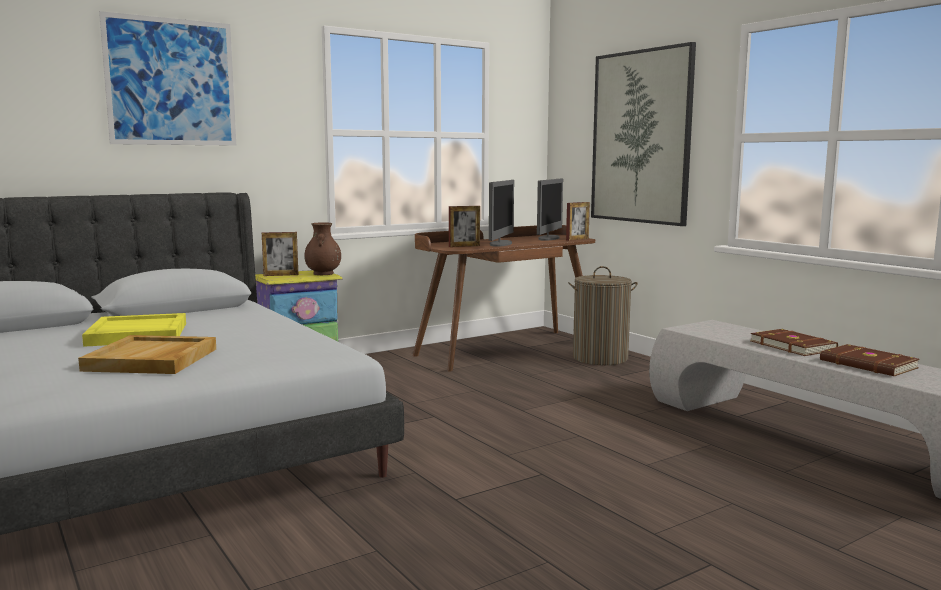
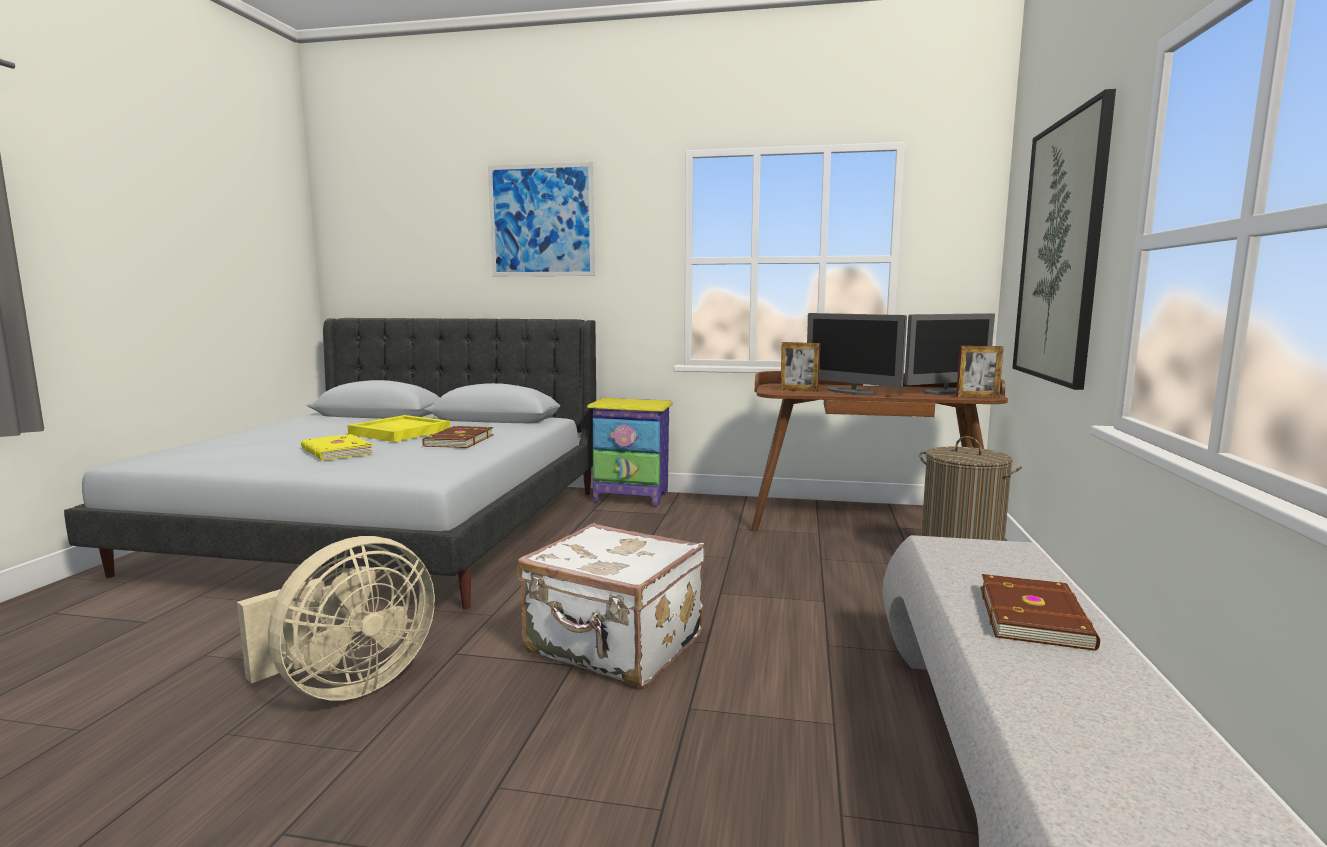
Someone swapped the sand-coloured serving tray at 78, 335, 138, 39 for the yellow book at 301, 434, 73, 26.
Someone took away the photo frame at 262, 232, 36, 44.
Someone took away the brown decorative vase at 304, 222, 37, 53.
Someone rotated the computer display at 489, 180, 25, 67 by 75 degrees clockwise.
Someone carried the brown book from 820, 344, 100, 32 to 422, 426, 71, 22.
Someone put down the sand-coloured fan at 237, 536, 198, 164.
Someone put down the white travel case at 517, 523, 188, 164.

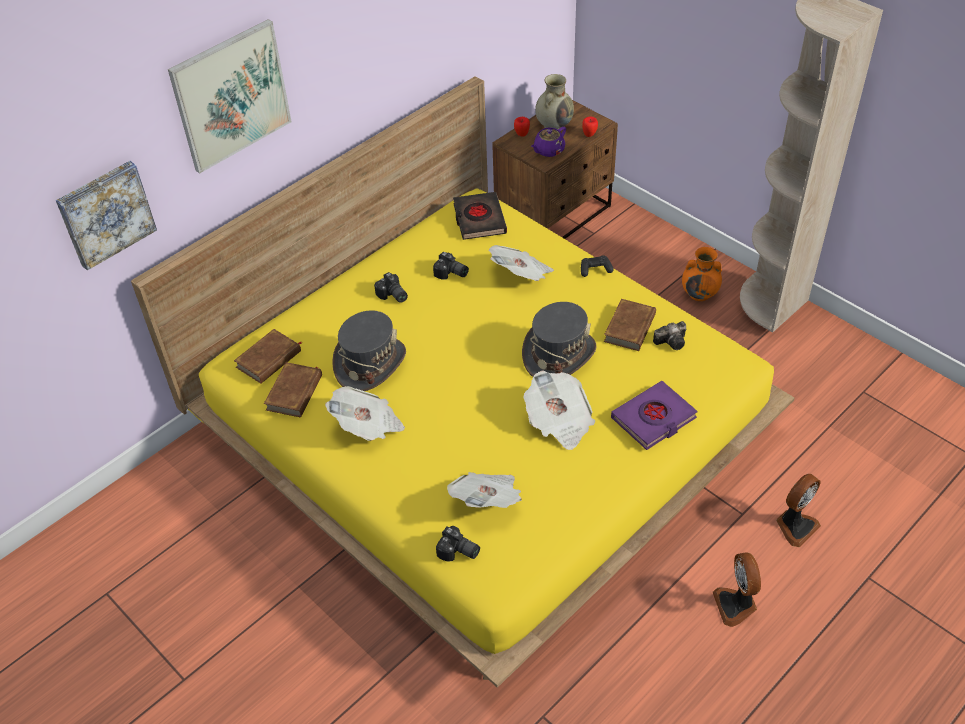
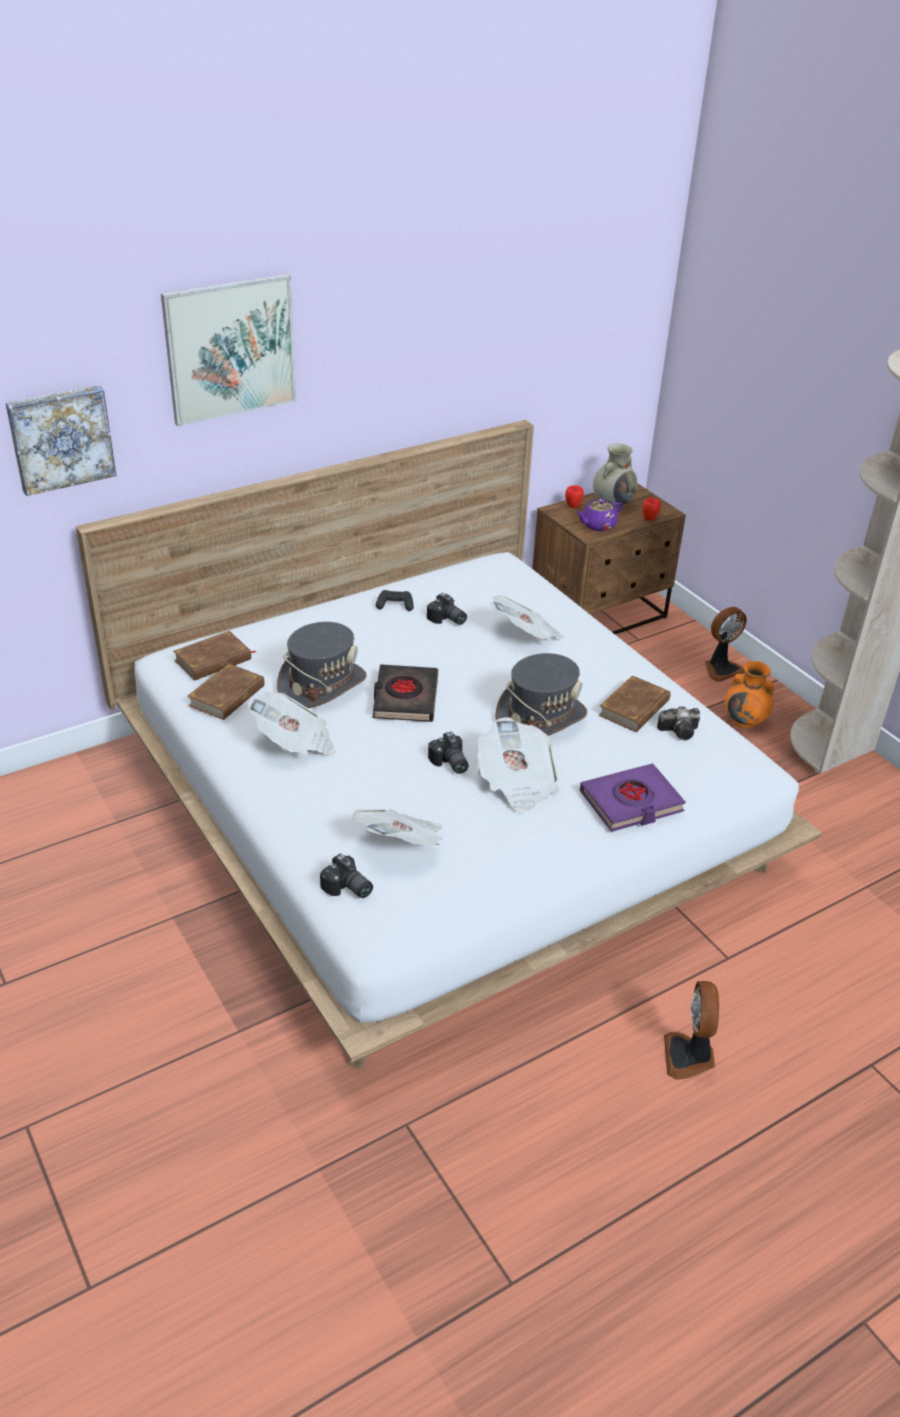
Someone repainted the yellow bed at 131, 76, 663, 612, which became the white bed at 76, 420, 746, 649.
Someone carried the still camera from 374, 272, 34, 31 to 428, 732, 40, 42.
Someone carried the black book from 453, 192, 54, 48 to 373, 664, 65, 58.
Someone carried the black game controller from 581, 255, 33, 22 to 376, 590, 38, 21.
Someone carried the fan from 776, 474, 45, 73 to 705, 607, 42, 75.

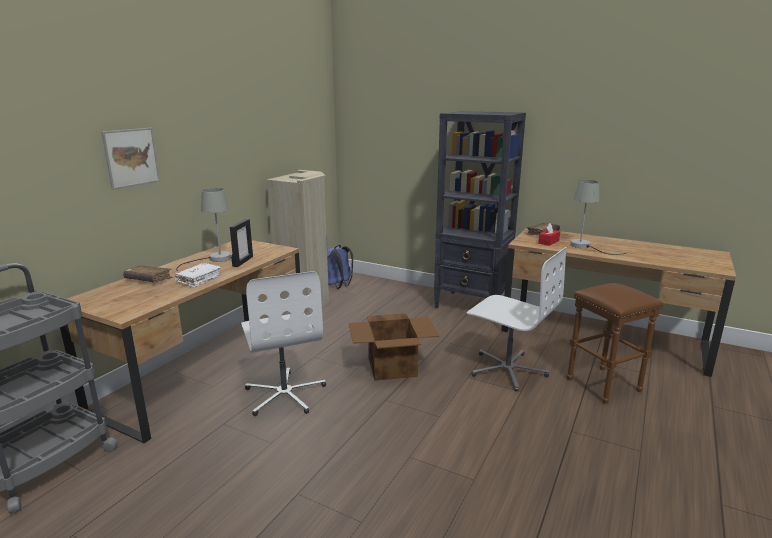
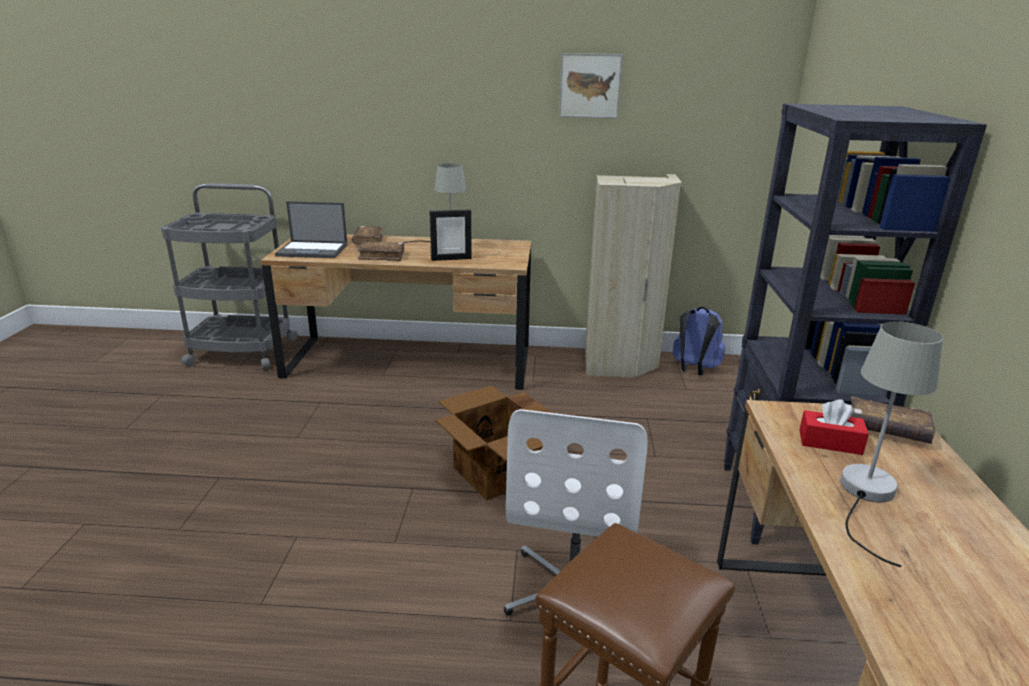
Someone carried the picture from 101, 128, 59, 61 to 559, 53, 64, 66.
Someone repainted the white book at 175, 263, 47, 24, which became the brown book at 357, 241, 47, 20.
Someone took away the white computer chair at 241, 271, 85, 145.
Someone put down the notebook computer at 275, 201, 73, 57.

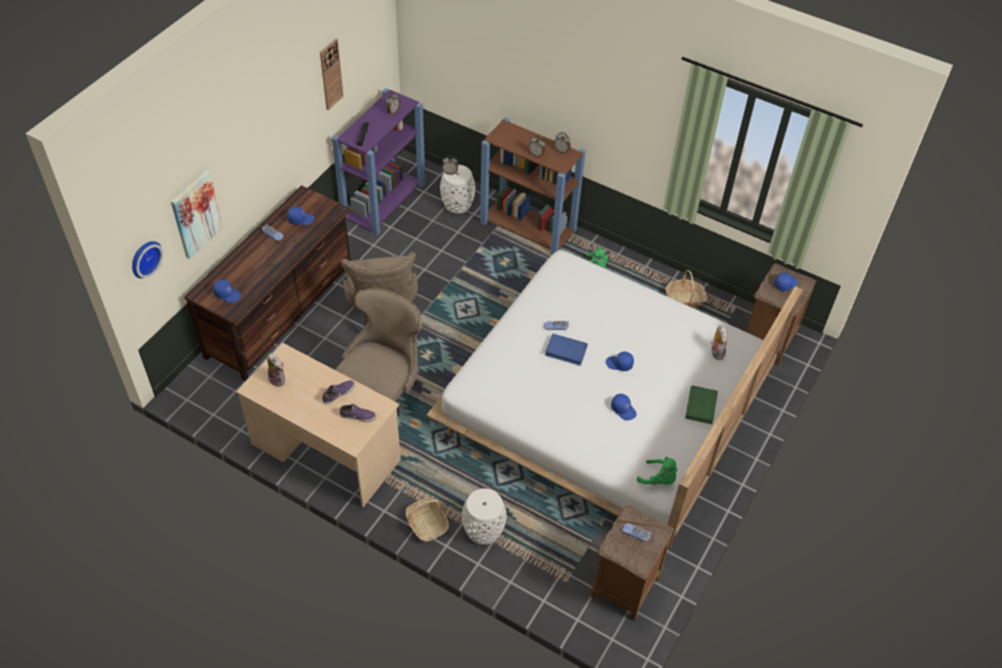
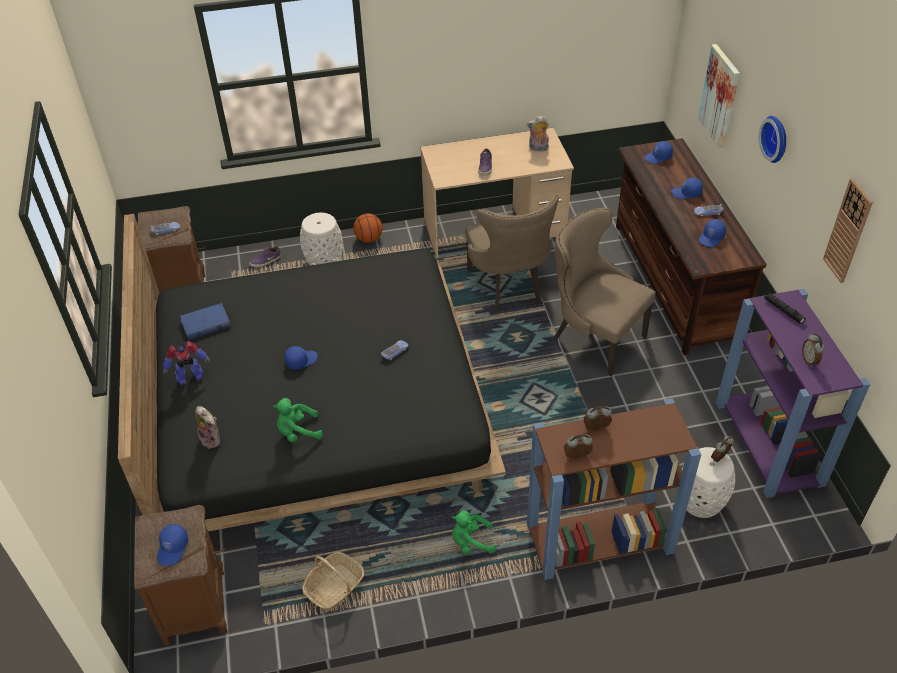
Someone carried the wall clock from 132, 241, 31, 37 to 759, 116, 27, 47.
Someone carried the purple shoe from 340, 404, 37, 18 to 249, 246, 32, 21.
Someone swapped the basket at 405, 497, 44, 46 for the ball for basketball at 353, 213, 30, 30.
Someone repainted the white bed at 426, 250, 377, 299, which became the black bed at 118, 214, 388, 317.
Someone carried the bluish book from 545, 334, 43, 32 to 180, 303, 51, 37.
Someone carried the bluish baseball cap from 611, 394, 26, 27 to 671, 178, 32, 21.
Someone carried the green-coloured cuddly toy from 637, 457, 40, 28 to 273, 398, 50, 45.
Someone swapped the green-coloured book at 685, 385, 33, 39 for the model robot at 163, 341, 47, 44.

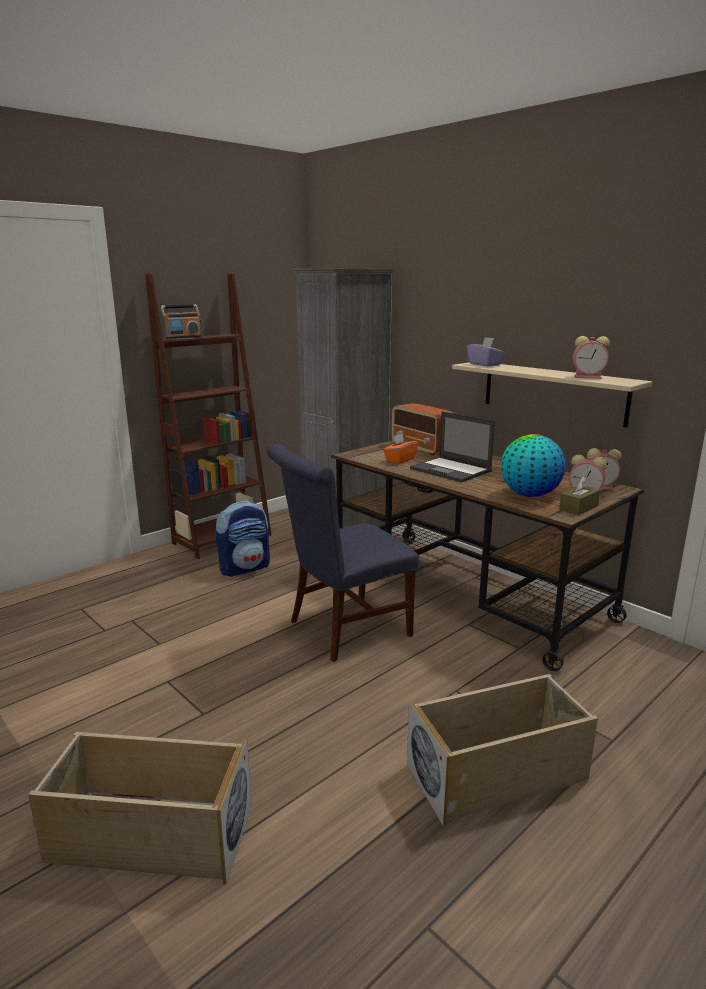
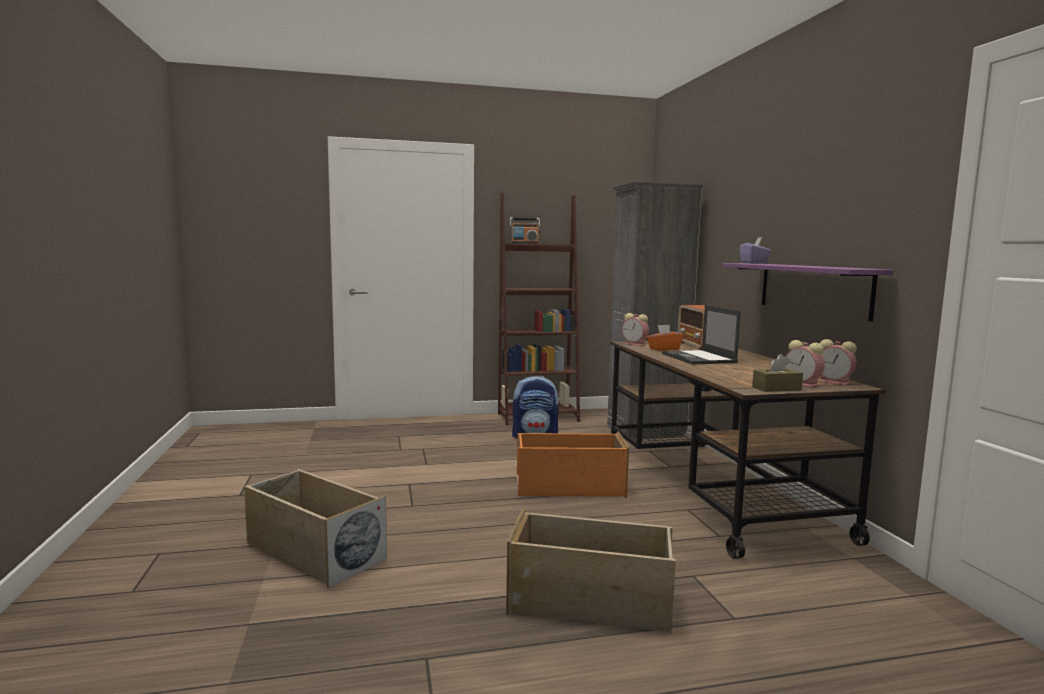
Someone swapped the bluish chair at 267, 444, 152, 218 for the orangey storage box at 517, 431, 112, 67.
Someone repainted the sand-coloured bracket shelf at 452, 362, 201, 65, which became the purple bracket shelf at 723, 263, 171, 58.
Someone took away the desk globe at 501, 434, 65, 63.
Someone carried the table clock from 573, 336, 37, 43 to 622, 313, 27, 33.

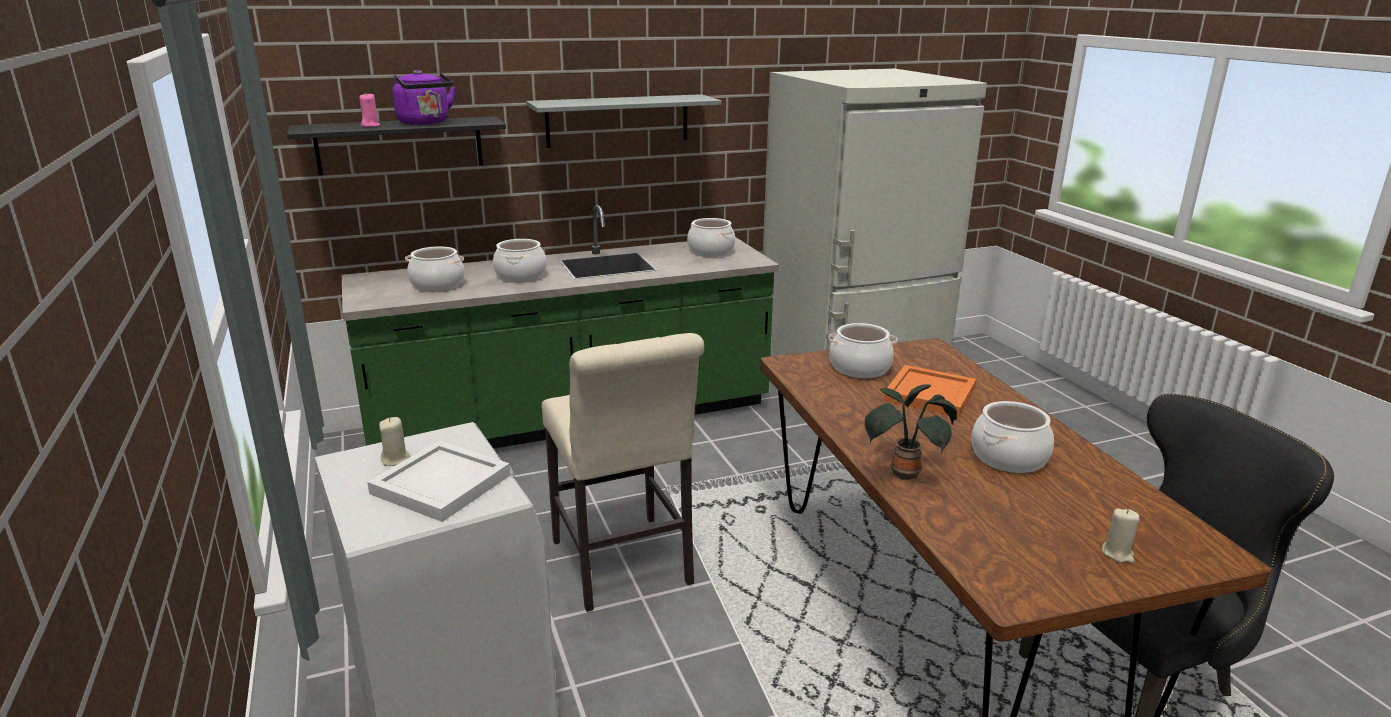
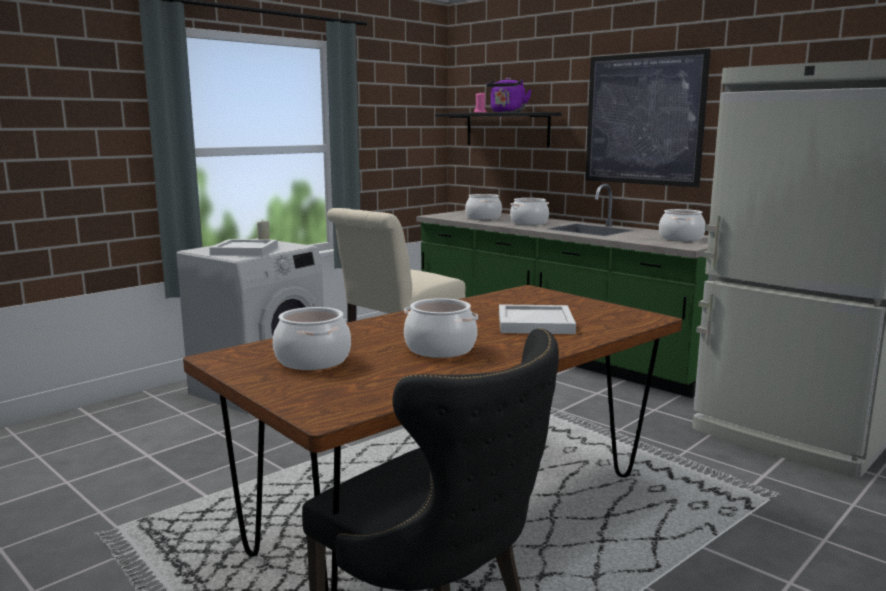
Someone swapped the gray bracket shelf at 526, 94, 196, 54 for the picture at 585, 49, 126, 138.
Someone carried the stockpot from 828, 323, 69, 55 to 273, 307, 78, 63.
Someone took away the houseplant at 865, 384, 92, 96.
Someone repainted the orangey serving tray at 883, 365, 93, 52, which became the white serving tray at 499, 304, 77, 30.
Someone took away the sand-coloured wax candle at 1102, 509, 38, 54.

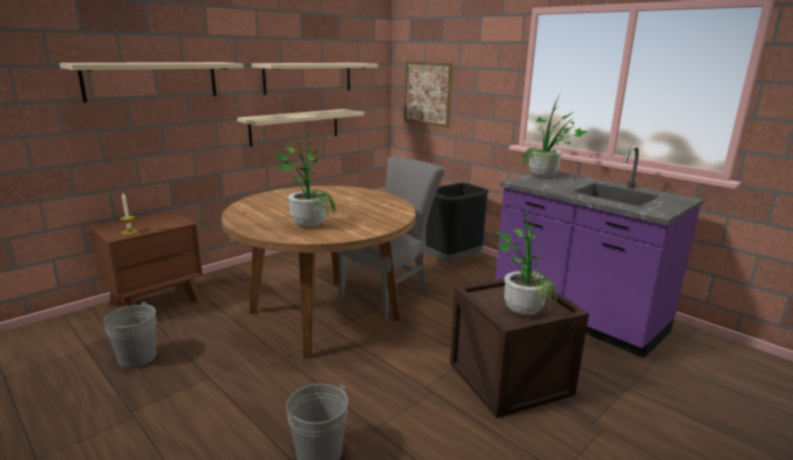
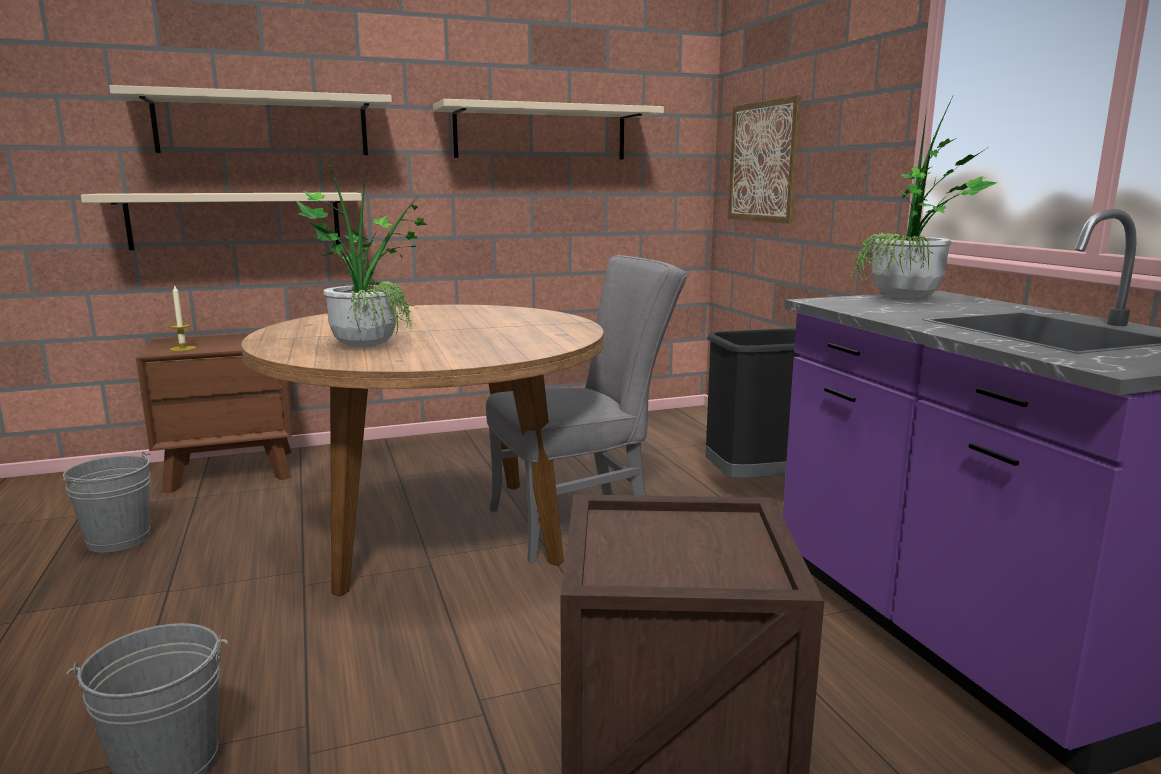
Someone carried the sand-coloured bracket shelf from 237, 109, 127, 38 to 81, 192, 281, 58.
Someone took away the houseplant at 494, 202, 63, 113.

